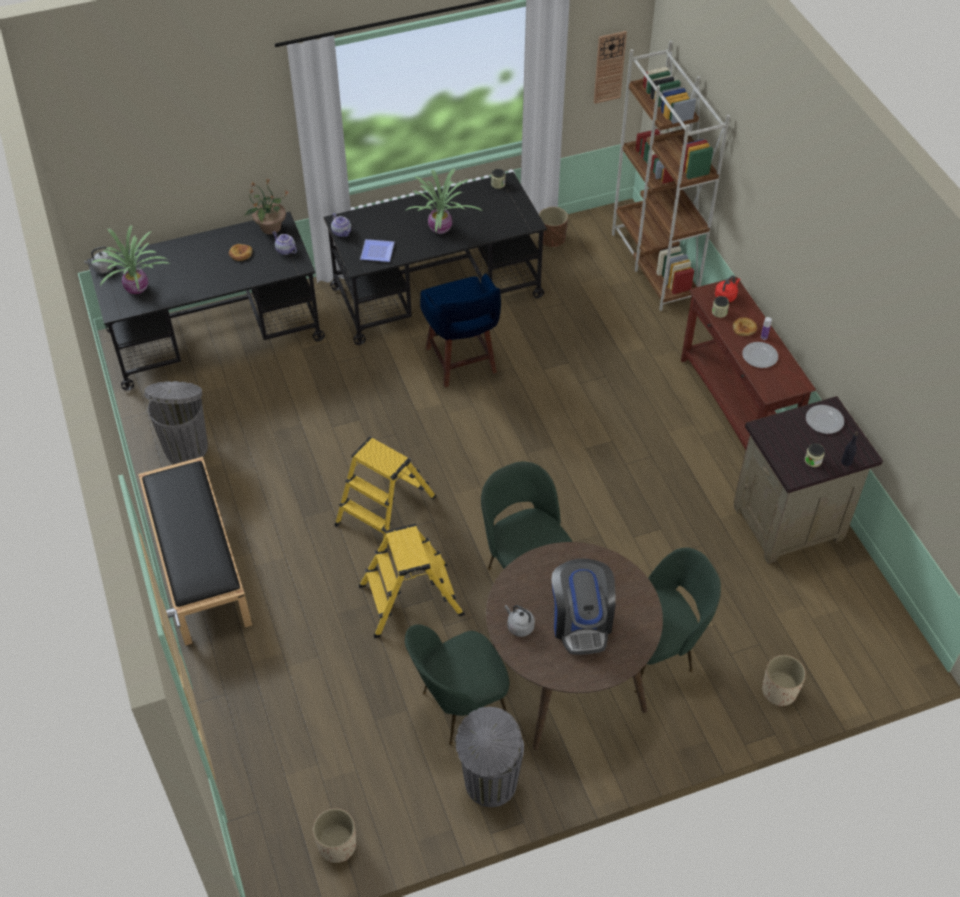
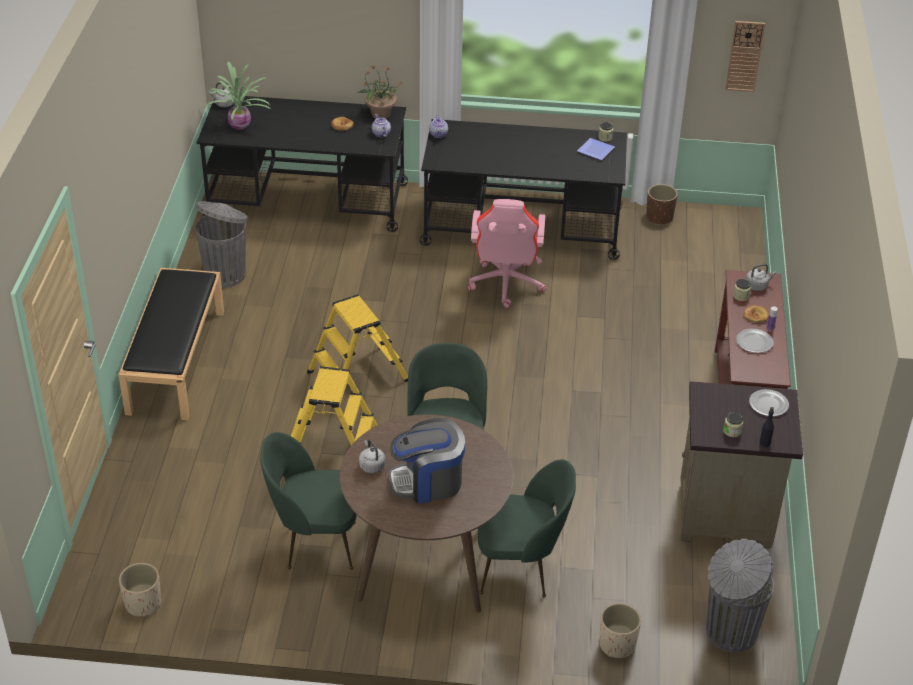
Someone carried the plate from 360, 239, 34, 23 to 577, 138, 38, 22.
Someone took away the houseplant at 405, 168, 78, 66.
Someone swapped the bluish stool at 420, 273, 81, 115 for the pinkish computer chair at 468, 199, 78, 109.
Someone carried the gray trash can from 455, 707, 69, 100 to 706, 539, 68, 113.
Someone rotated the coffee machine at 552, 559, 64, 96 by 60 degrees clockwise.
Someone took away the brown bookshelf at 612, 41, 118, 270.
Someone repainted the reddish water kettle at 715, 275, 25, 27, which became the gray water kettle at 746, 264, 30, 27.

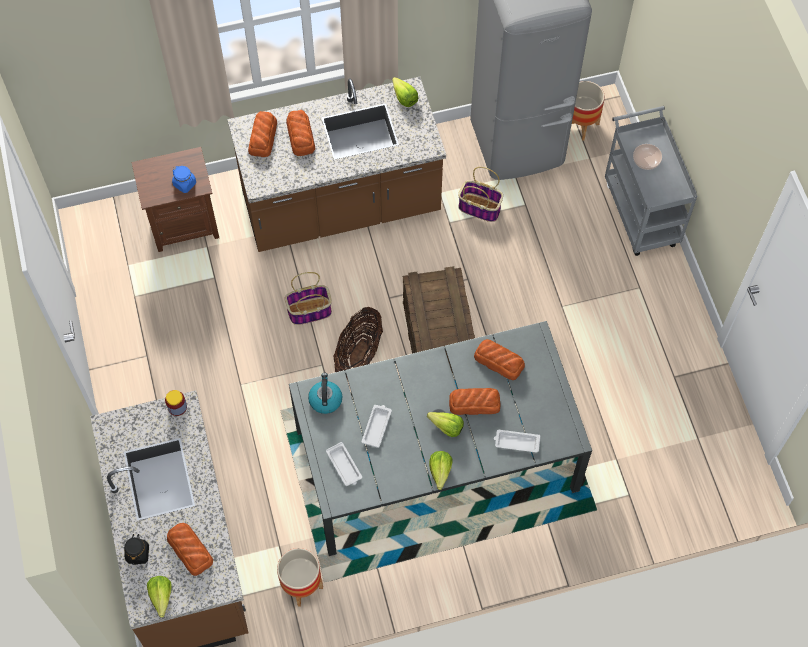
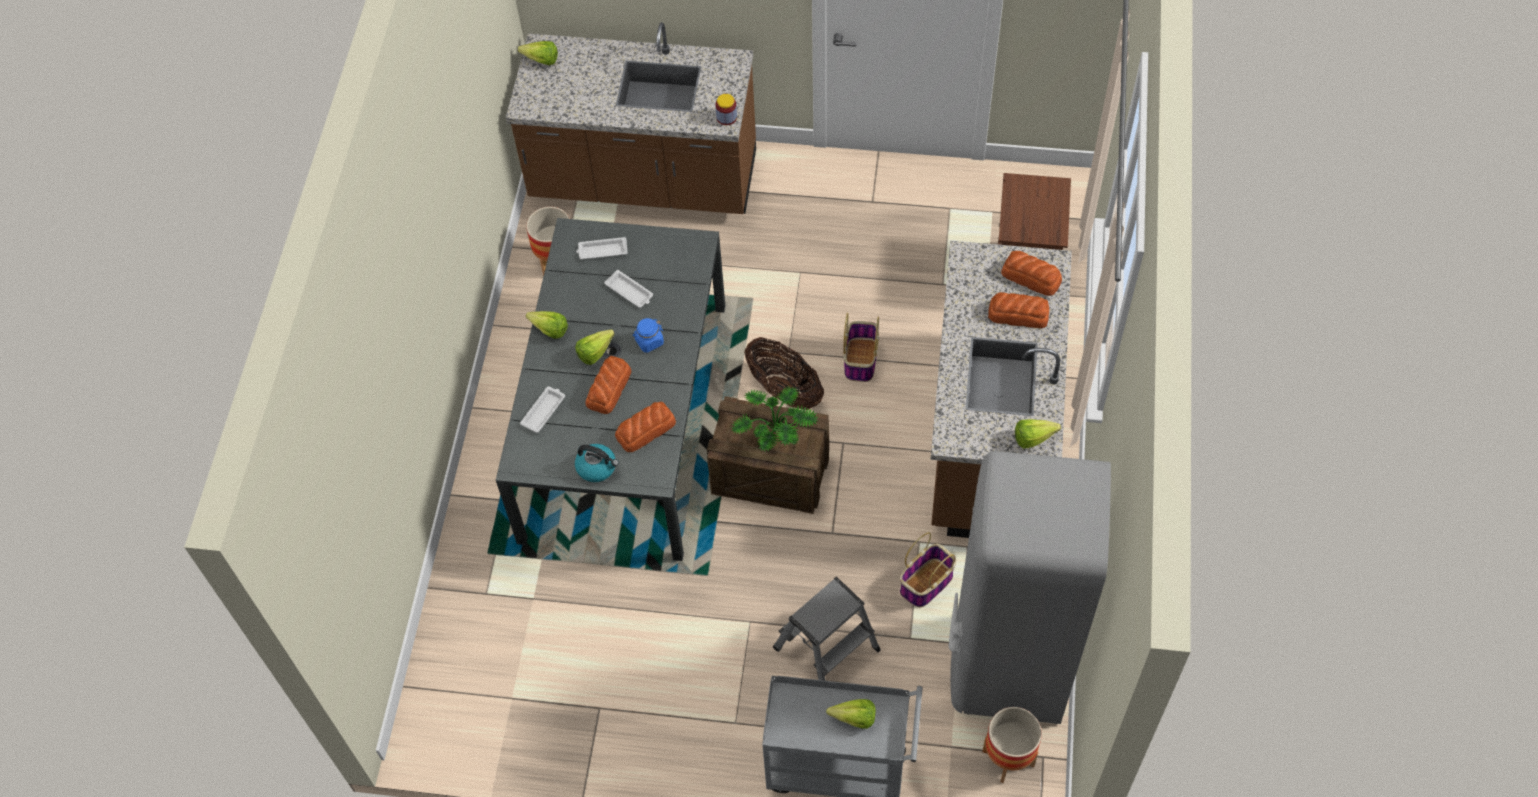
Someone took away the black preserve jar at 124, 534, 25, 31.
Someone took away the baked bread at 167, 523, 46, 53.
Someone carried the bluish preserve jar from 172, 166, 24, 27 to 633, 318, 31, 35.
Someone carried the water kettle from 308, 373, 34, 41 to 575, 444, 44, 38.
Someone swapped the serving bowl at 633, 144, 29, 26 for the lettuce head at 826, 699, 50, 30.
Someone put down the houseplant at 731, 385, 87, 66.
Someone put down the gray step ladder at 773, 576, 108, 105.

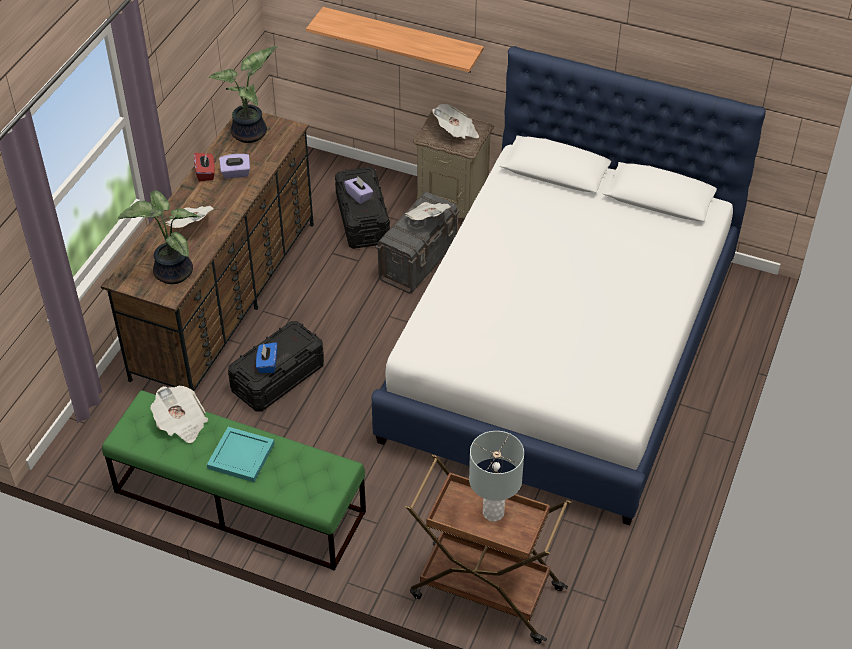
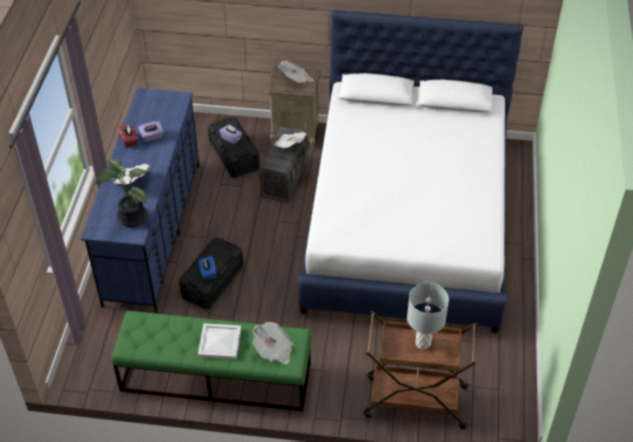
Someone repainted the brown dresser at 101, 112, 213, 279, which became the bluish dresser at 80, 88, 120, 225.
Someone carried the daily paper from 151, 386, 57, 57 to 252, 322, 41, 42.
Someone repainted the blue-green serving tray at 207, 427, 68, 55, which became the white serving tray at 198, 323, 43, 37.
Someone took away the houseplant at 209, 46, 69, 97.
Someone took away the bracket shelf at 306, 7, 178, 66.

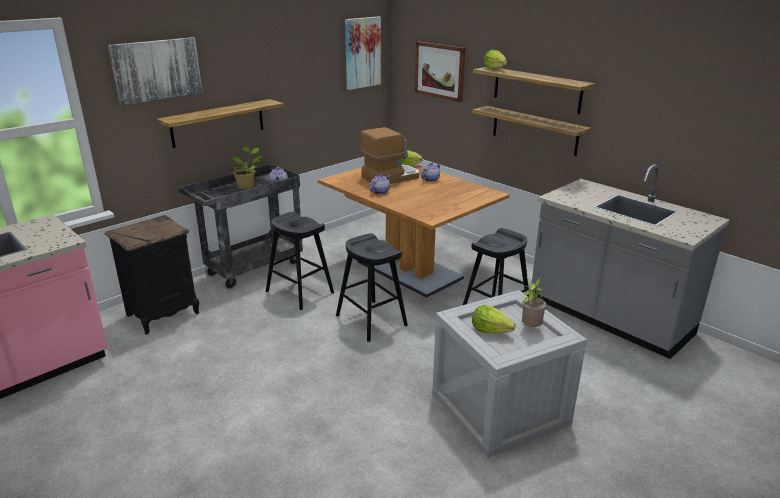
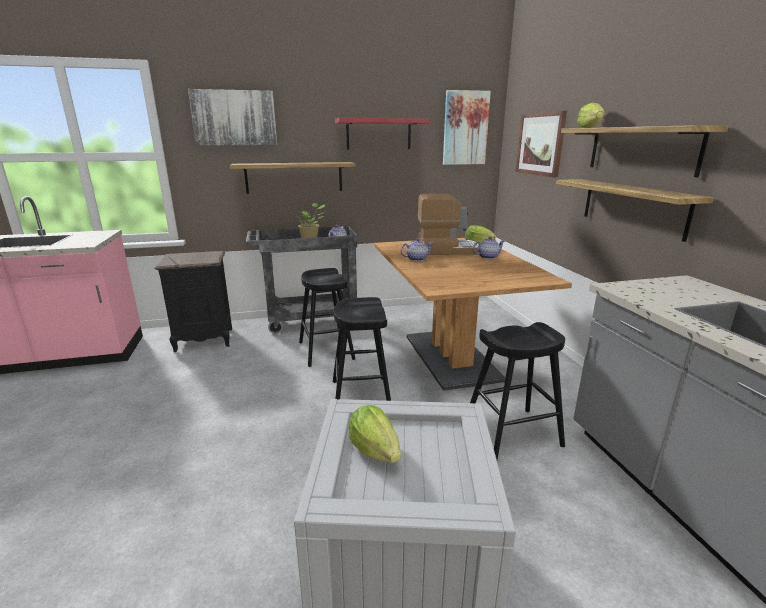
Someone took away the houseplant at 522, 278, 24, 49.
Someone put up the reddish bracket shelf at 335, 118, 94, 31.

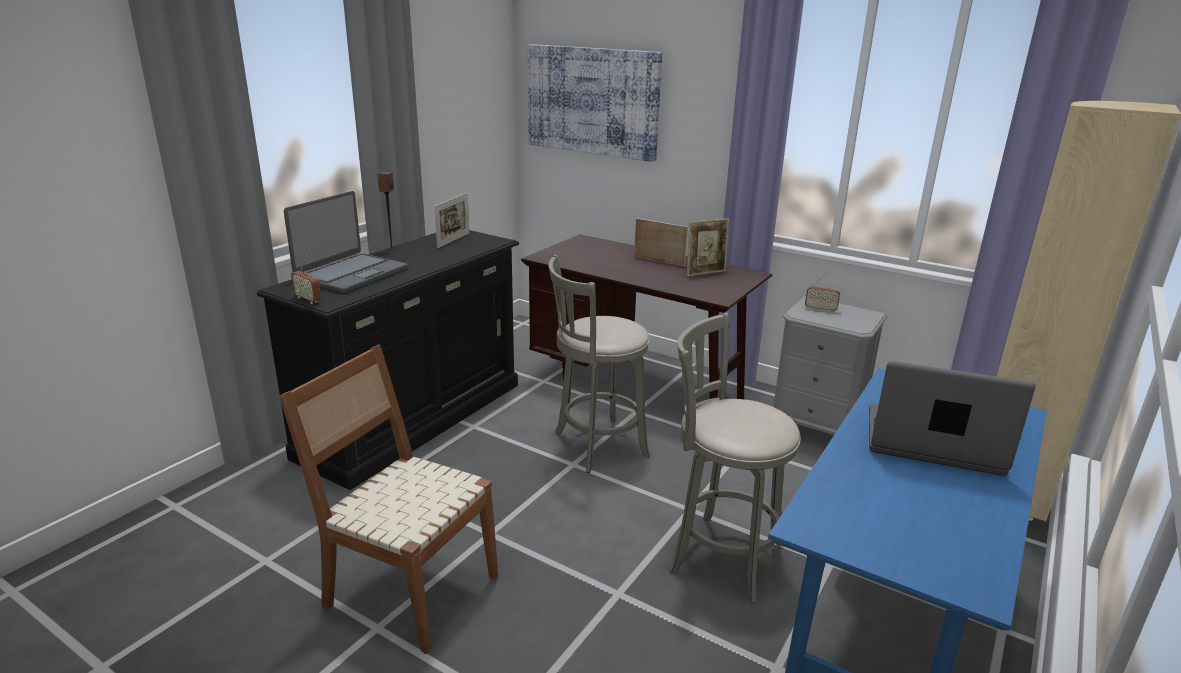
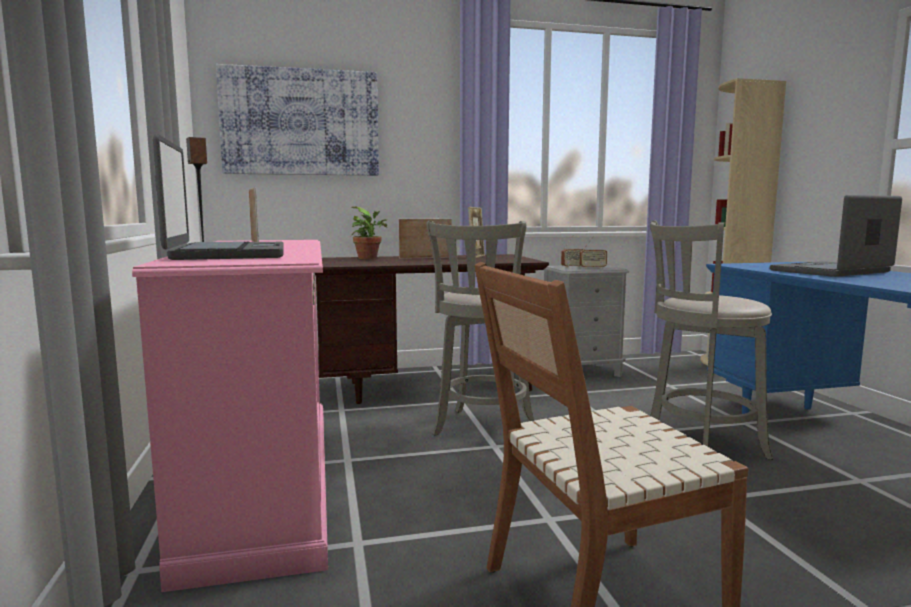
Someone repainted the black storage cabinet at 257, 230, 262, 260, which became the pinkish storage cabinet at 132, 240, 196, 352.
Someone carried the radio receiver from 291, 255, 30, 49 to 580, 236, 27, 33.
Someone put down the houseplant at 351, 207, 36, 52.

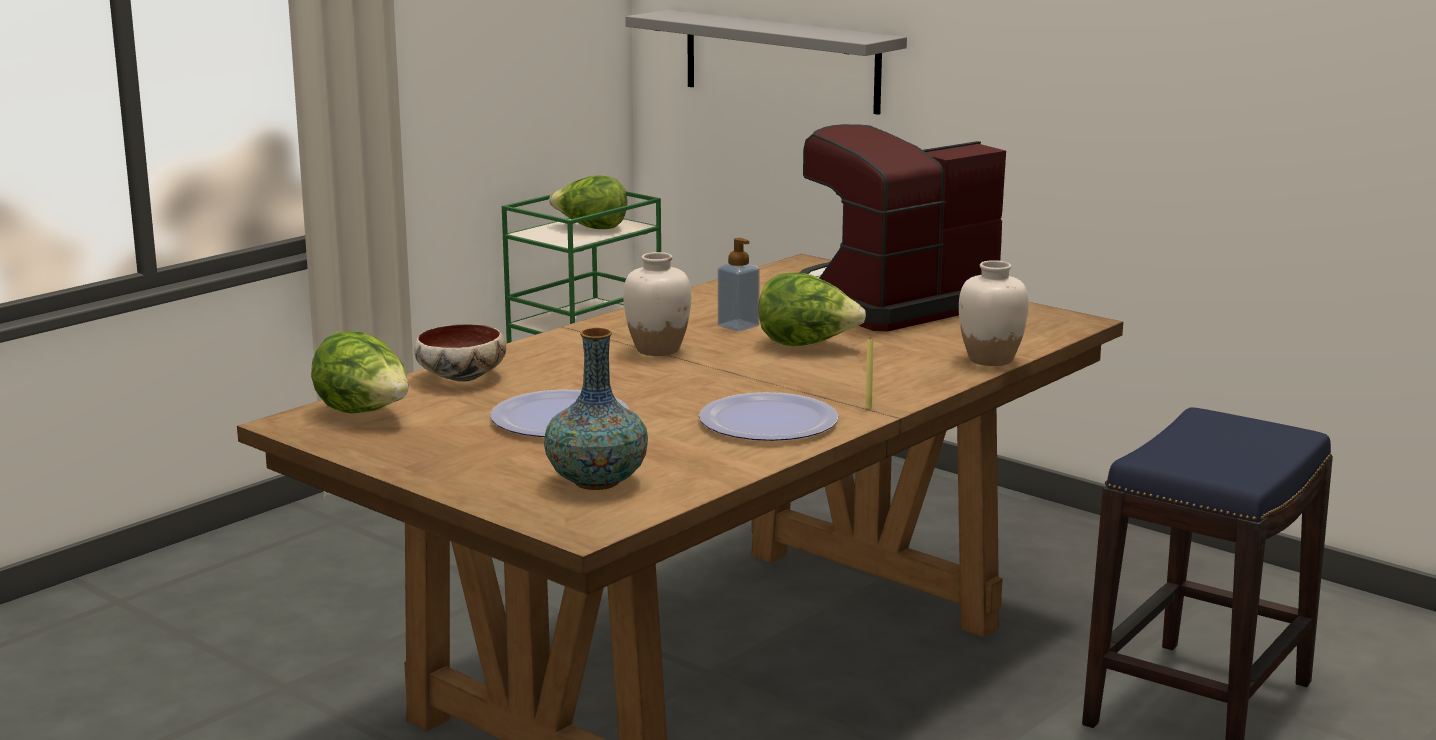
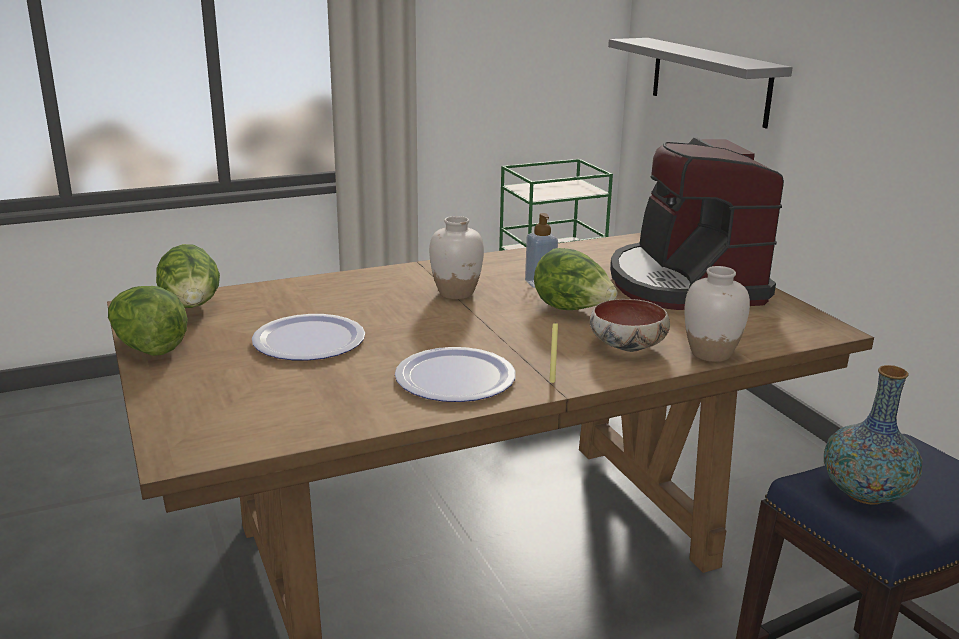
Someone carried the serving bowl from 414, 324, 92, 58 to 590, 299, 80, 53.
Someone carried the decorative vase from 544, 328, 104, 162 to 824, 365, 98, 140.
Someone carried the lettuce head from 549, 175, 78, 54 to 108, 286, 80, 70.
Someone rotated the coffee machine at 799, 124, 207, 208 by 90 degrees counterclockwise.

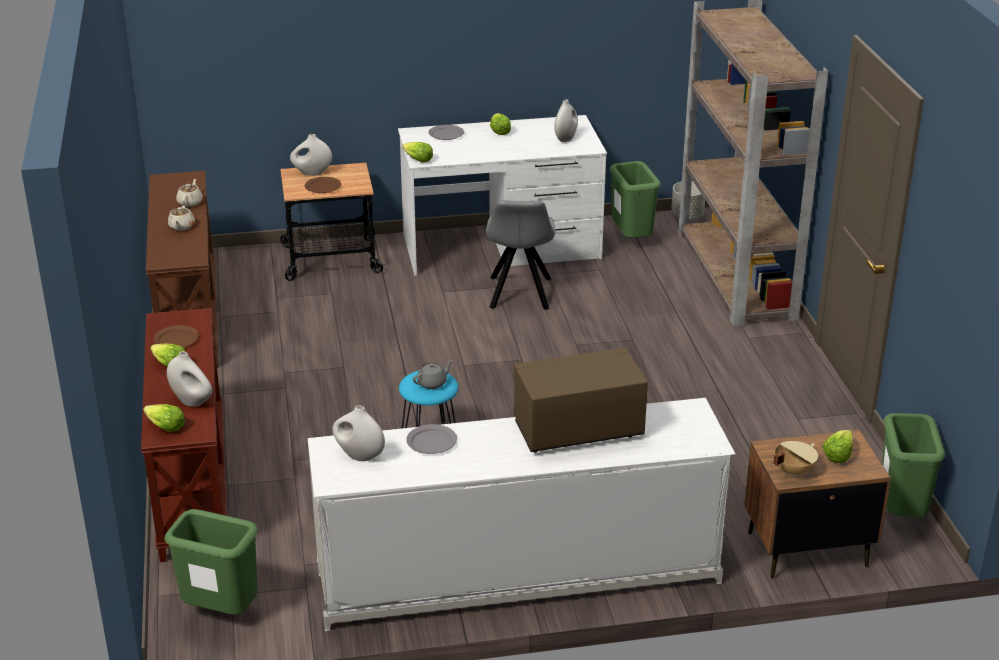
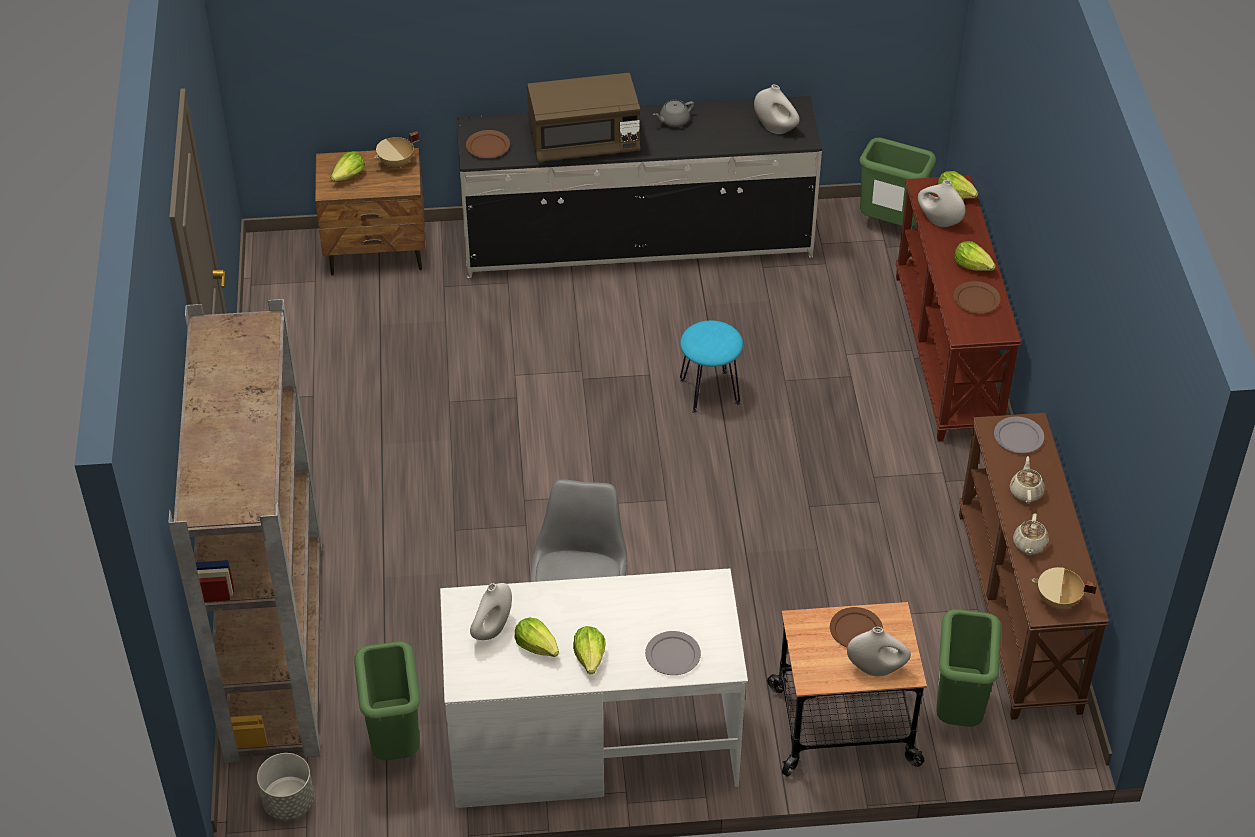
Someone repainted the white storage cabinet at 308, 398, 427, 233, which became the black storage cabinet at 456, 96, 366, 182.
Someone carried the lettuce head from 402, 142, 31, 20 to 514, 618, 45, 39.
Someone carried the gray plate from 406, 424, 51, 30 to 994, 417, 50, 36.
Someone carried the gray tea pot from 413, 360, 40, 29 to 653, 100, 41, 27.
Someone carried the green-coloured trash can from 882, 413, 63, 104 to 936, 609, 65, 118.
Someone put down the brown plate at 466, 130, 44, 28.
Someone put down the sand-coloured stockpot at 1032, 567, 65, 42.

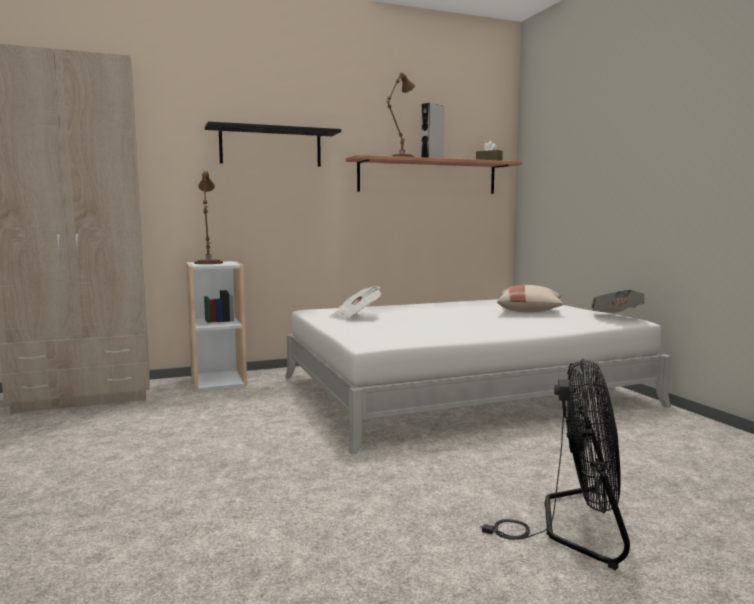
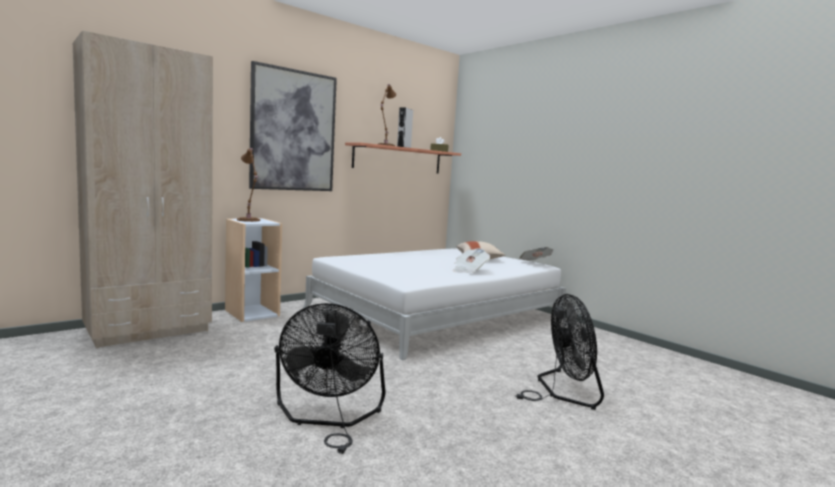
Someone swapped the black bracket shelf at 205, 121, 136, 46 for the picture at 249, 61, 88, 130.
Someone carried the daily paper from 329, 286, 52, 32 to 453, 248, 37, 25.
Someone put down the black fan at 274, 303, 111, 151.

